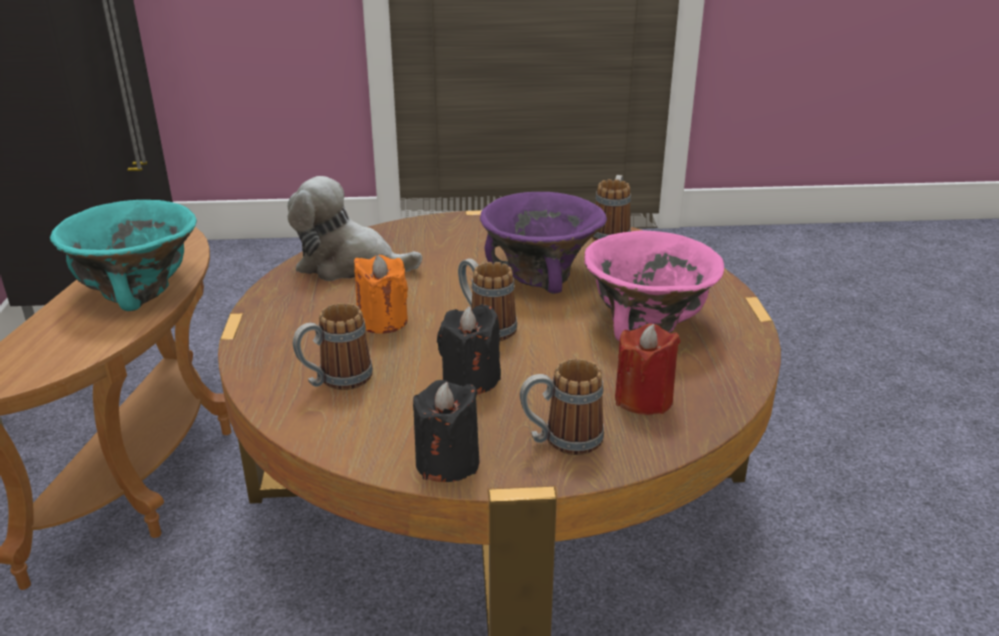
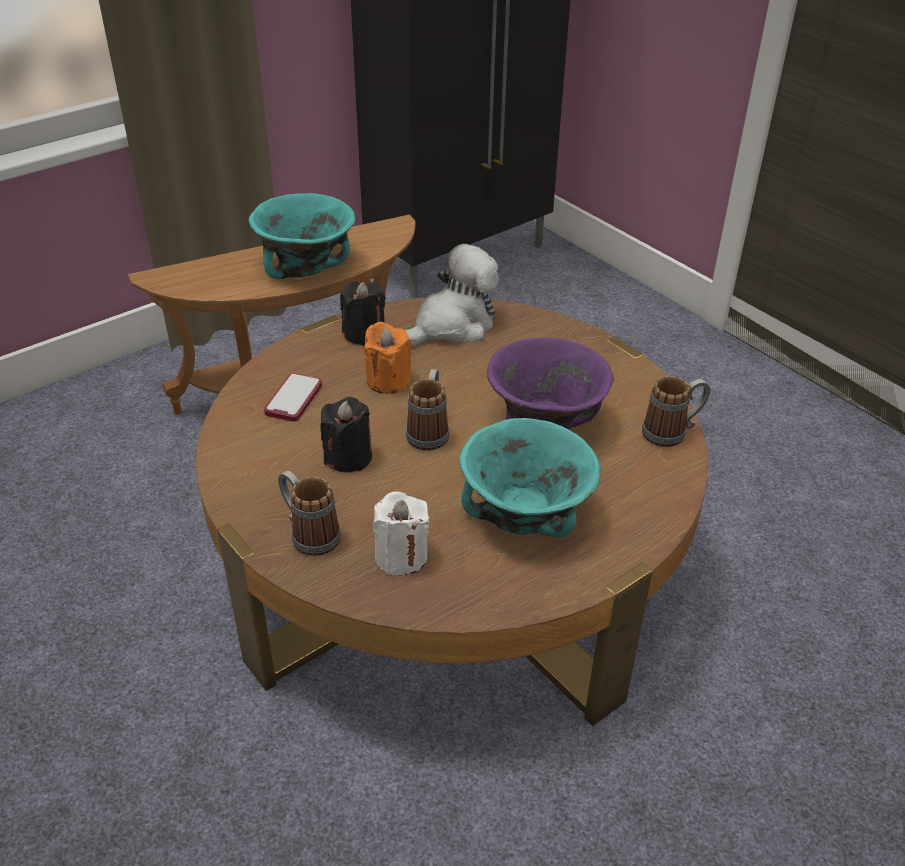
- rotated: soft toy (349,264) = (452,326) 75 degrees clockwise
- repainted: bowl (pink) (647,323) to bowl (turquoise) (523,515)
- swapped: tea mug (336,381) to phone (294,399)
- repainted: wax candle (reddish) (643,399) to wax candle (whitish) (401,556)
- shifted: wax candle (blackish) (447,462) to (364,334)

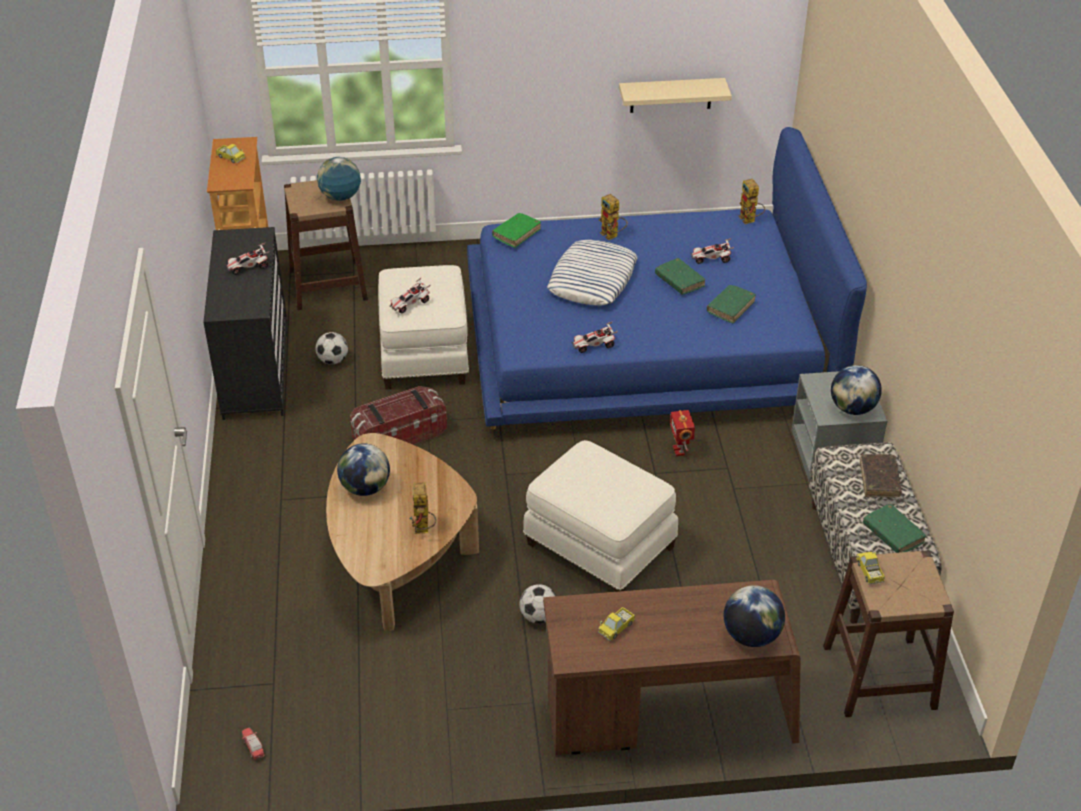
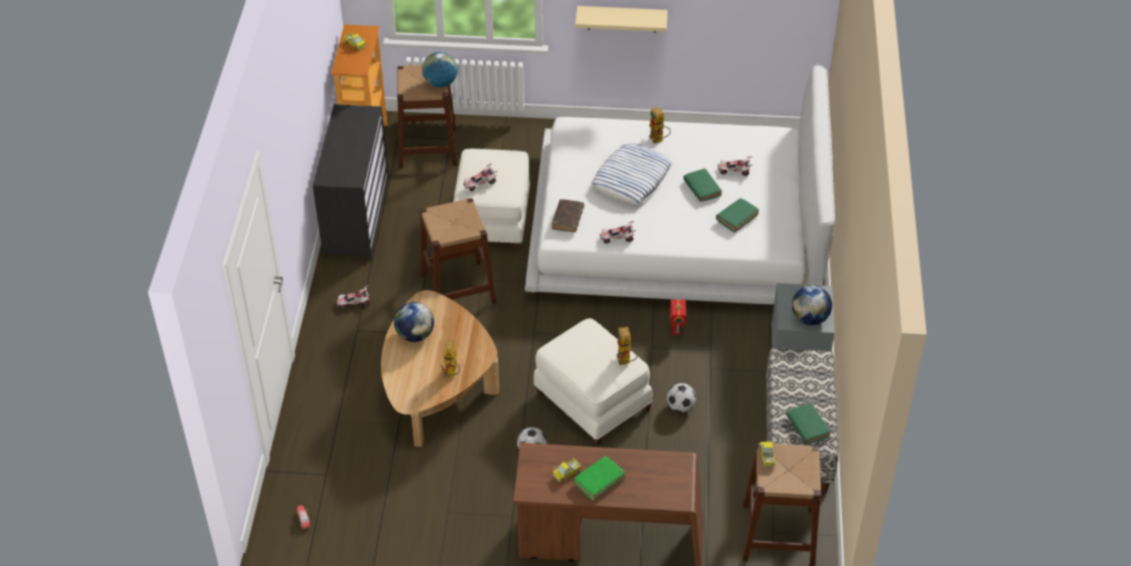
- shifted: shelf (beige-coloured) (671,95) to (622,19)
- repainted: sleeping bed (blue) (648,340) to sleeping bed (whitish) (677,230)
- shifted: model robot (750,220) to (625,361)
- shifted: book (green-coloured) (516,234) to (599,481)
- shifted: model car (249,267) to (354,303)
- shifted: ball for football (333,360) to (680,407)
- swapped: storage bin (399,435) to stool seat (brown) (457,288)
- shifted: book (brown) (879,480) to (567,219)
- gone: globe (751,636)

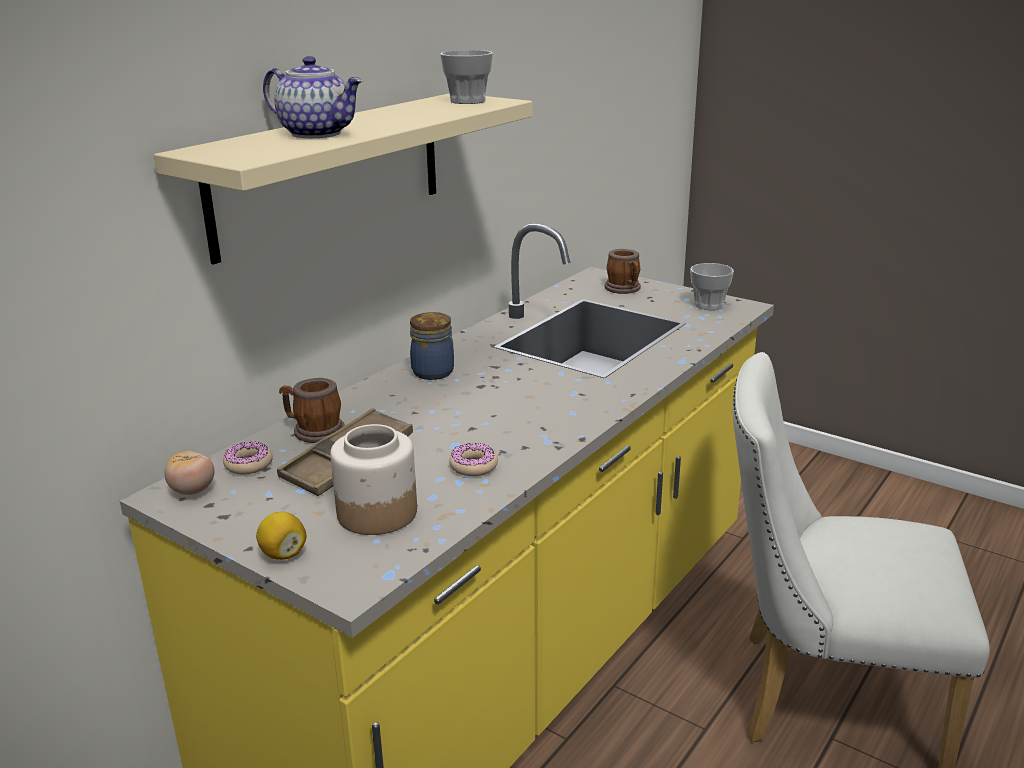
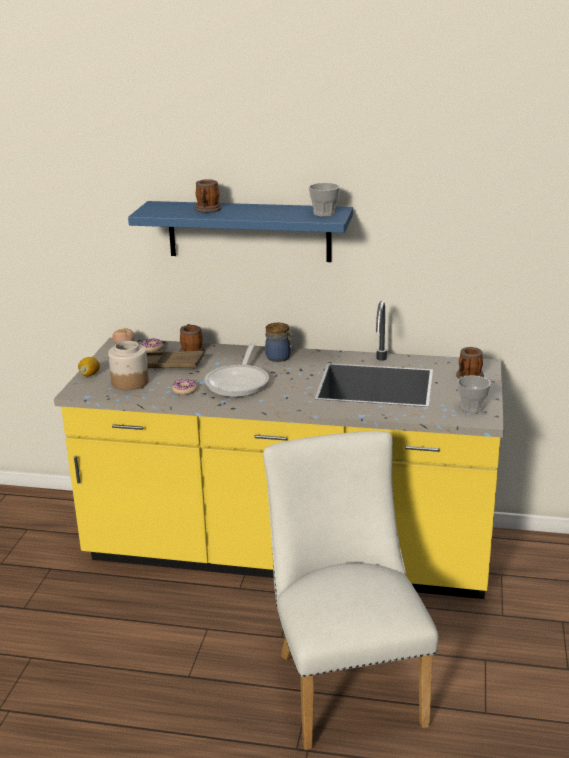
- swapped: teapot (318,133) to tea mug (207,210)
- repainted: shelf (beige-coloured) (330,172) to shelf (blue) (249,231)
- new: skillet (239,382)

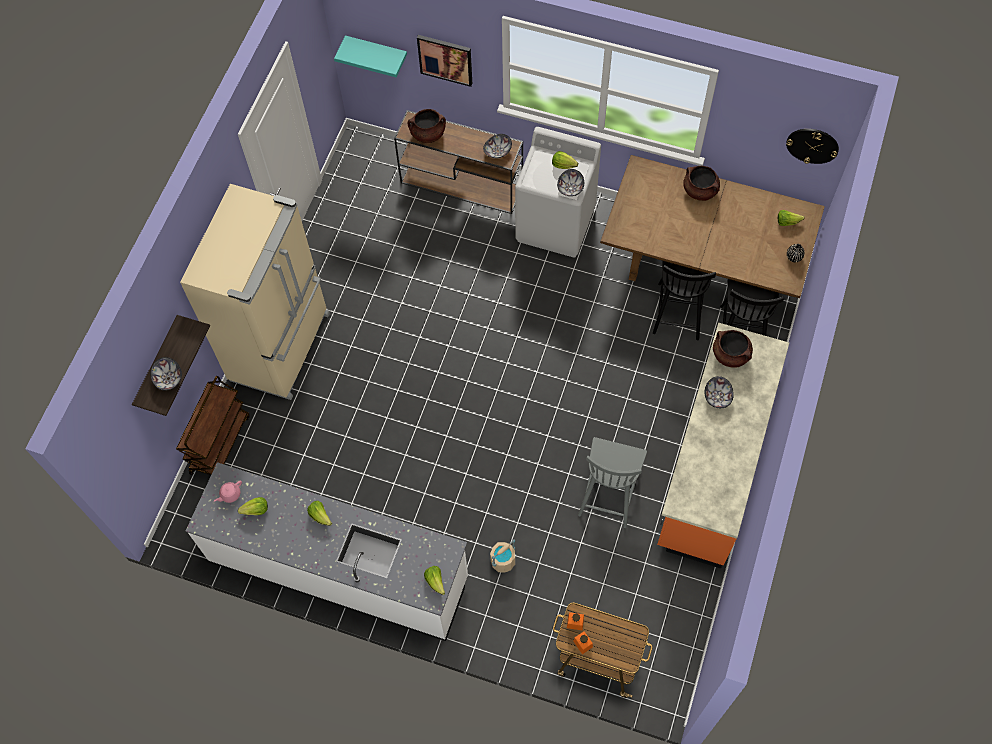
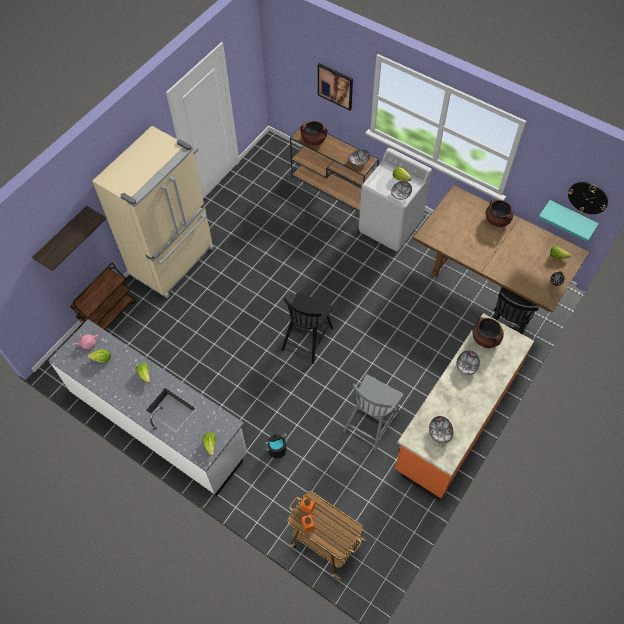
- shifted: shelf (turquoise) (377,51) to (571,217)
- shifted: plain chair (blackish) (678,310) to (307,338)
- shifted: bowl (168,378) to (439,433)
- repainted: water bucket (beige-coloured) (503,561) to water bucket (blackish) (277,450)

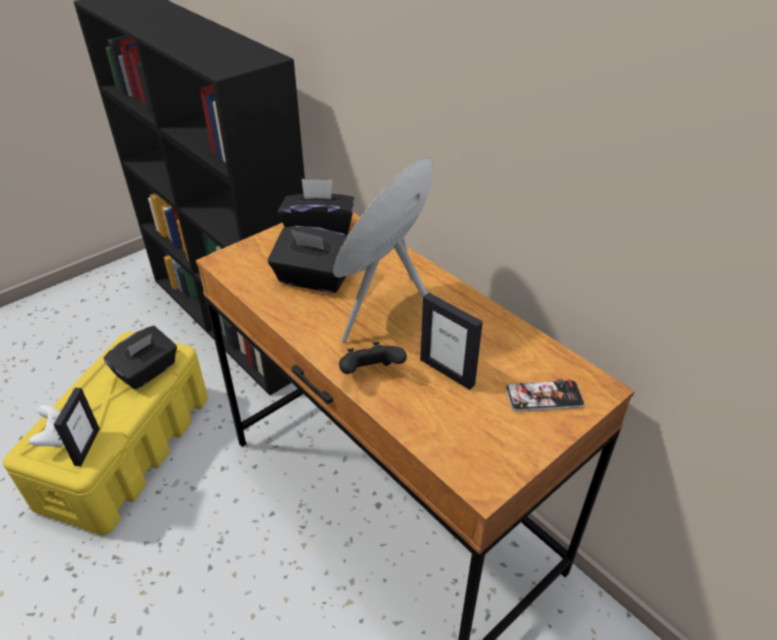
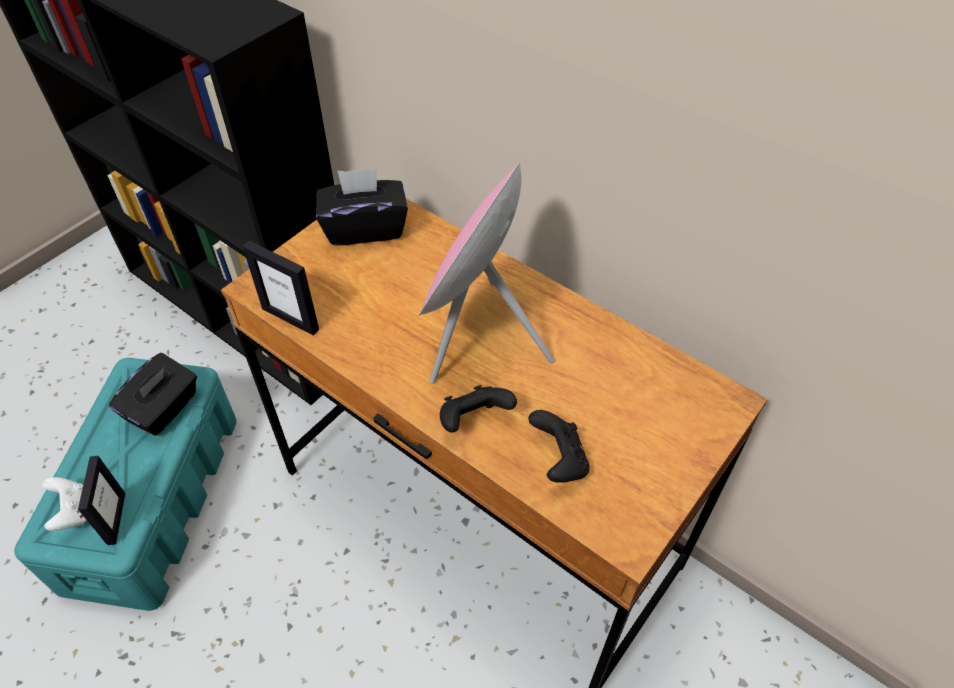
- gone: tissue box (blackish) (314,279)
- shifted: photo frame (447,372) to (291,318)
- repainted: storage bin (yellow-coloured) (128,448) to storage bin (turquoise) (154,498)
- gone: phone (544,397)
- new: joypad (blackish) (559,461)

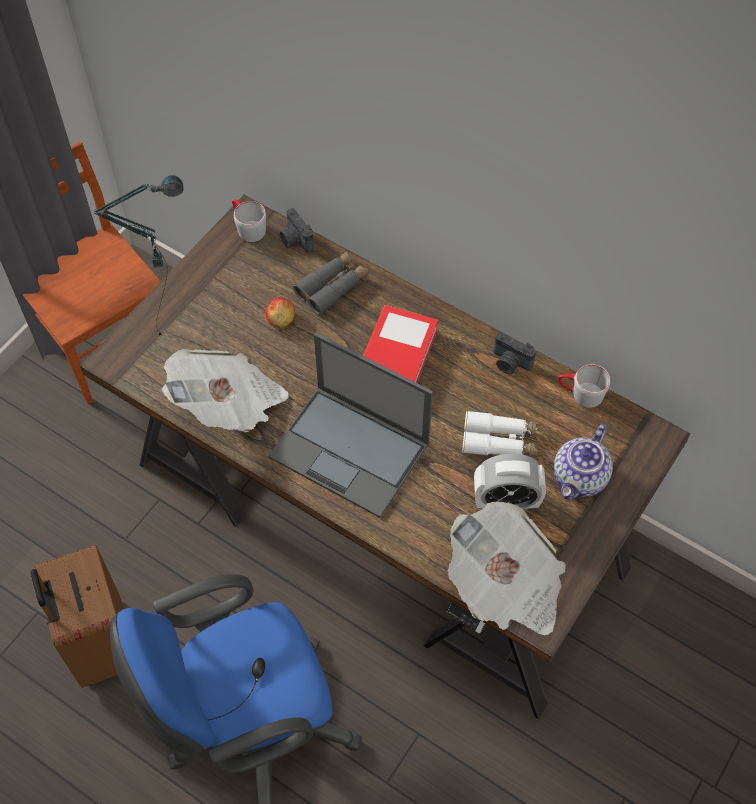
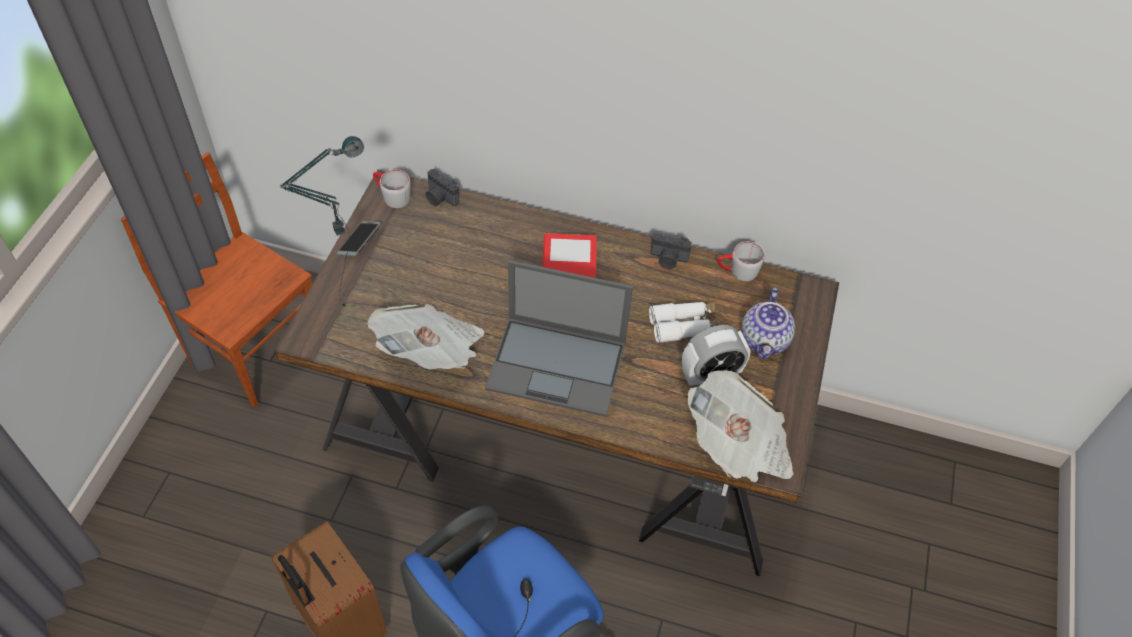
- gone: binoculars (greyish) (332,287)
- gone: apple (281,319)
- new: phone (359,242)

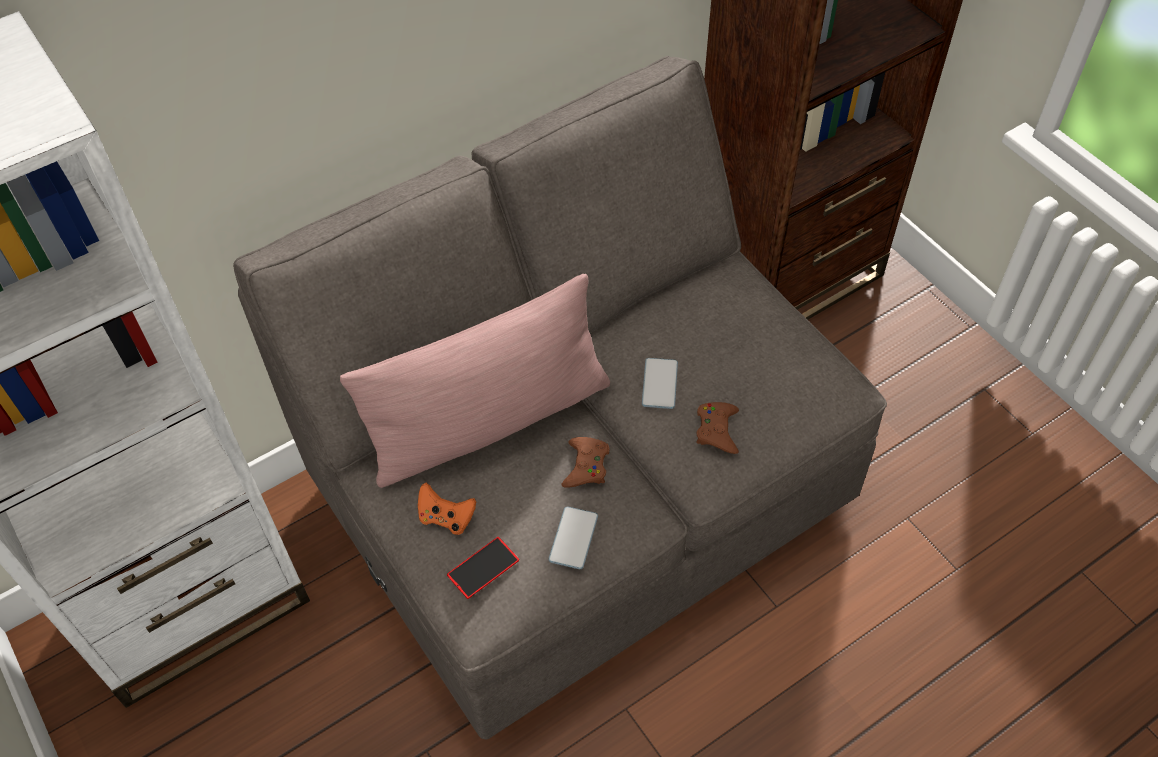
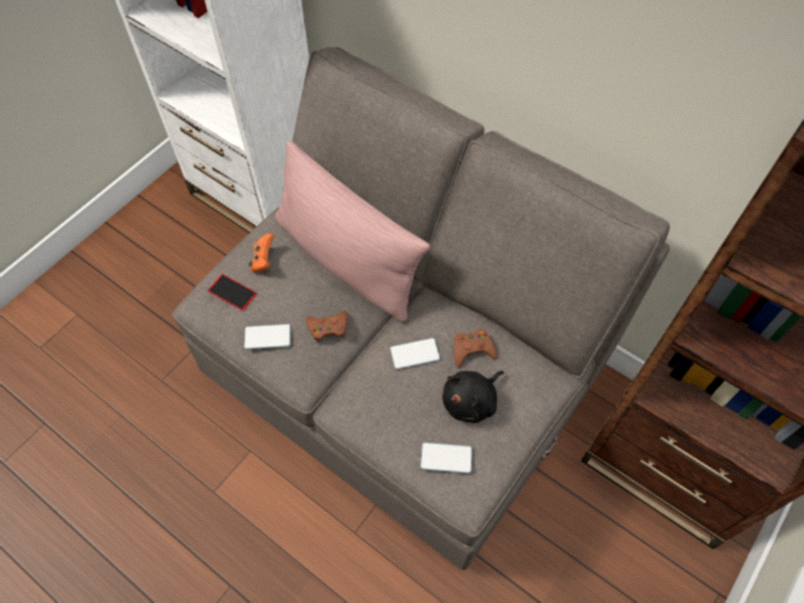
- shifted: joypad (brown) (717,430) to (472,350)
- new: soft toy (blackish) (471,401)
- new: phone (446,458)

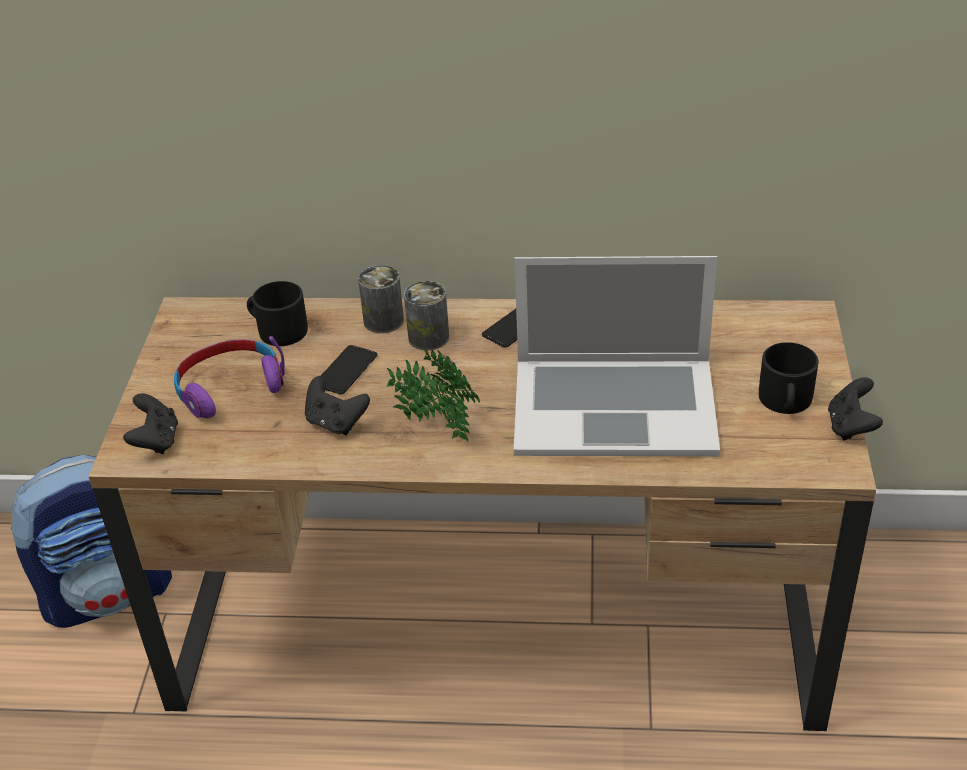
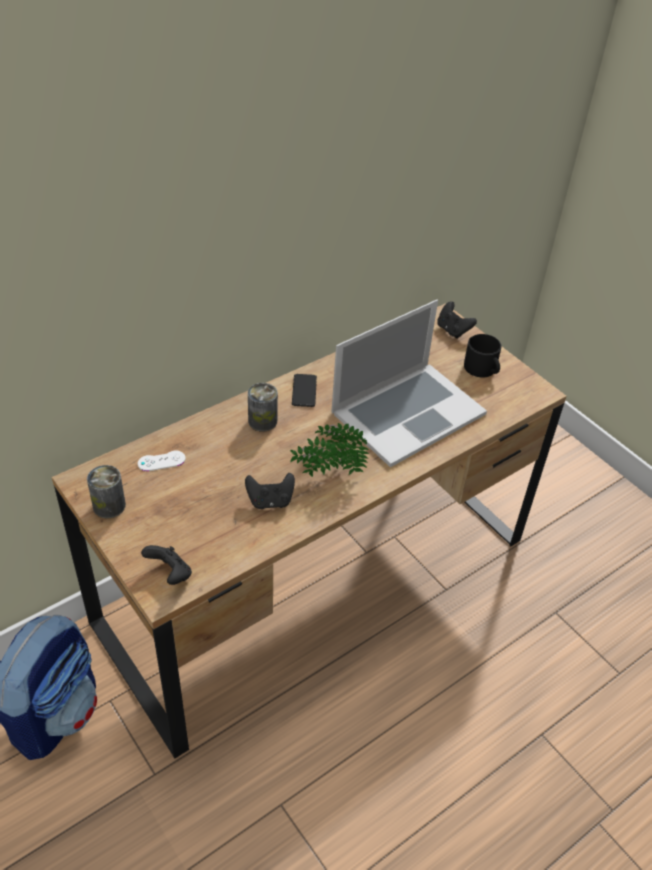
- shifted: metal can (383,321) to (109,506)
- swapped: tea mug (blackish) (277,329) to joypad (whitish) (161,461)
- gone: headphones (purplish) (230,387)
- gone: phone (346,370)
- shifted: joypad (blackish) (851,426) to (452,330)

